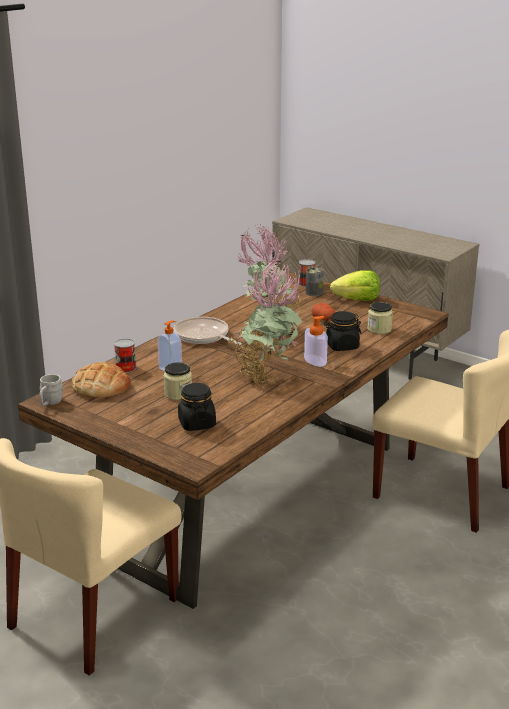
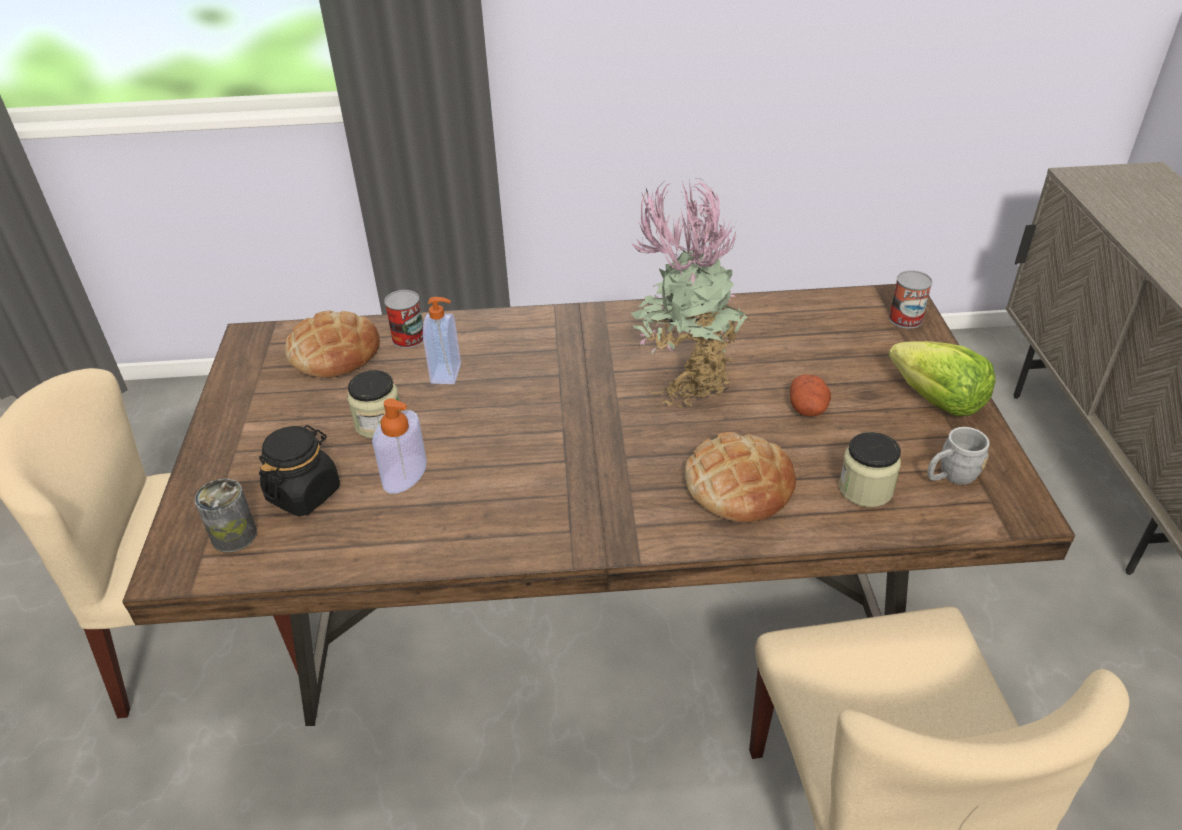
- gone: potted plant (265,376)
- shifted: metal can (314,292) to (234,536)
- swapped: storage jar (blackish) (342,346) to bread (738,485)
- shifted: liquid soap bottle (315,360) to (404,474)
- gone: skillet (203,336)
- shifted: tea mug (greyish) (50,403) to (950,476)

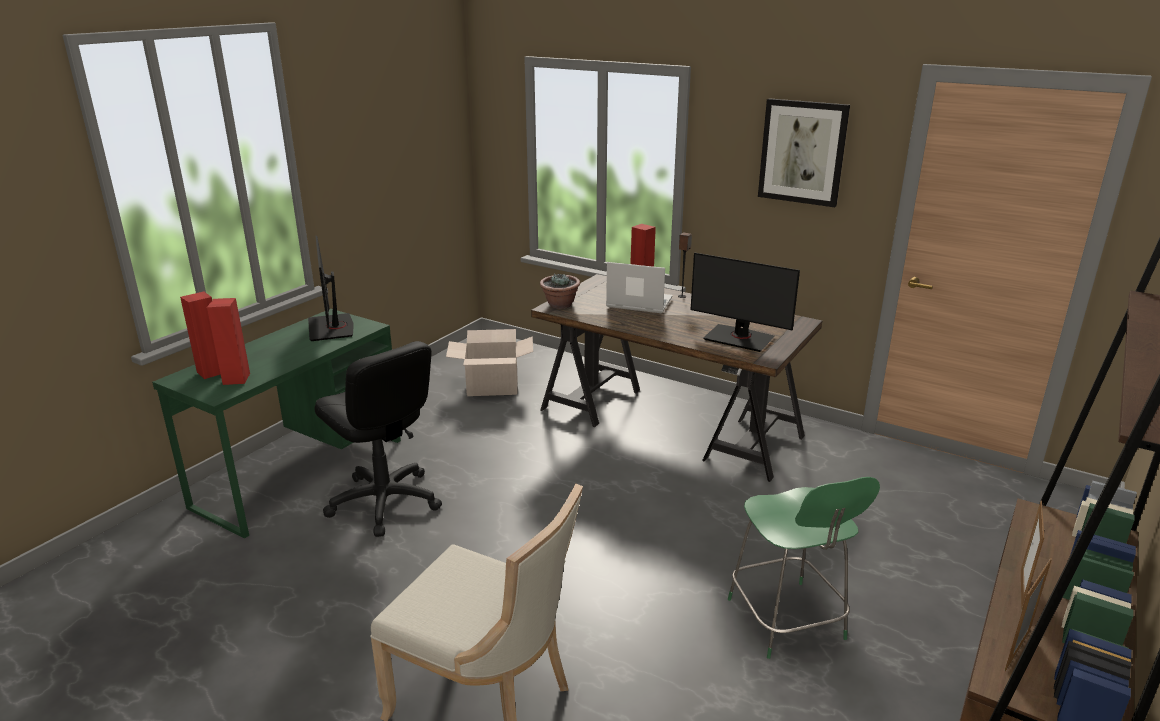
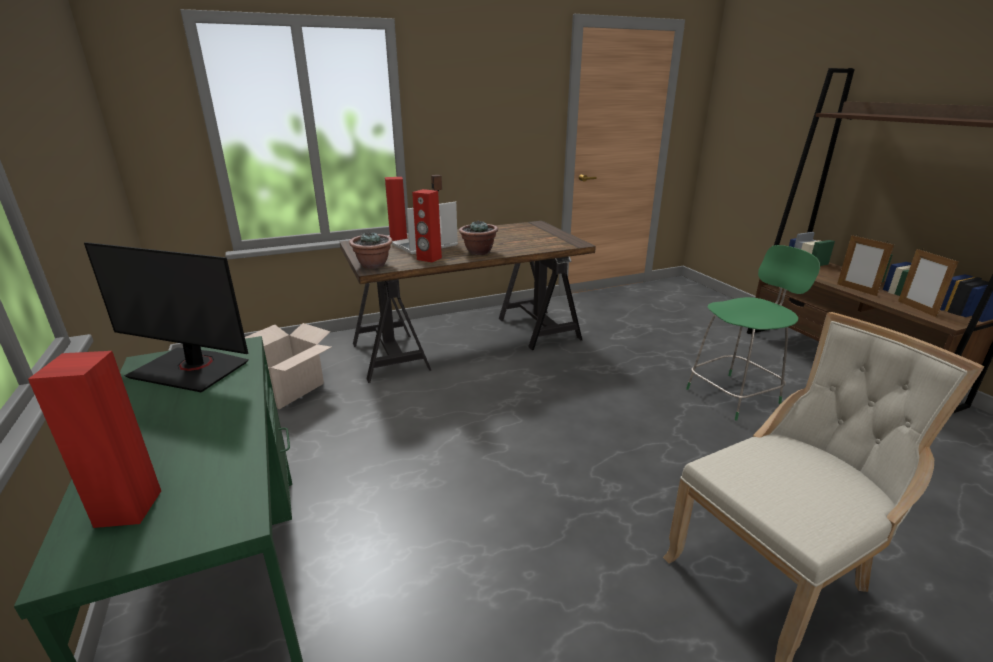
- gone: wall picture (802,152)
- gone: computer display (739,338)
- shifted: audio speaker (reddish) (236,379) to (429,259)
- gone: computer chair (blackish) (384,502)
- rotated: plain chair (green-coloured) (787,622) = (735,395) 45 degrees counterclockwise
- new: potted plant (478,252)

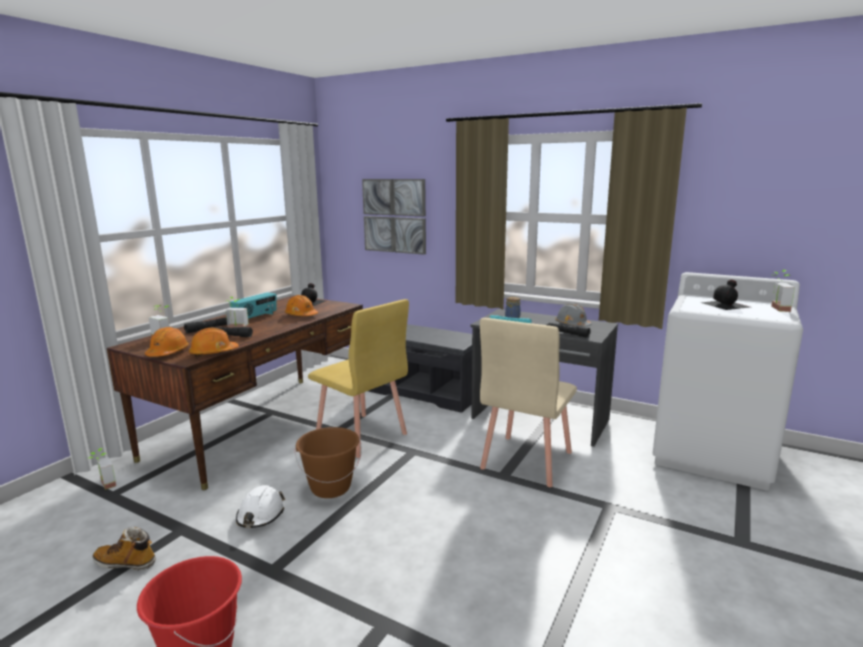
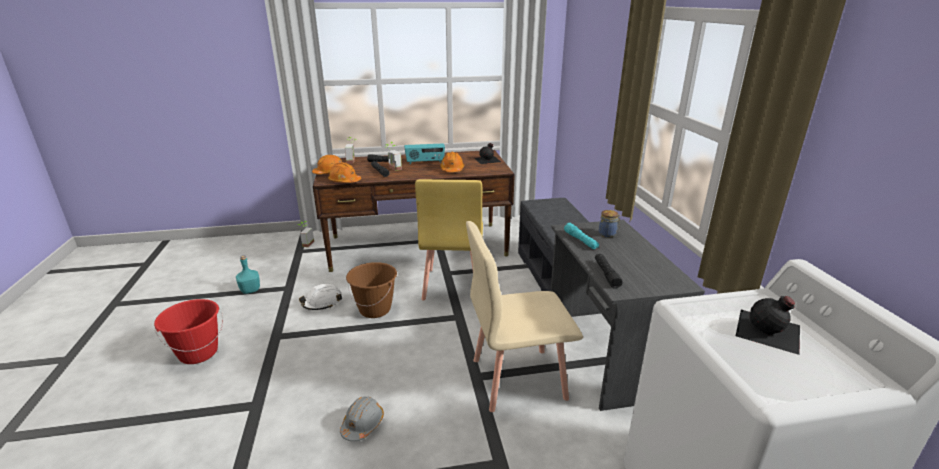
- gone: wall picture (394,216)
- gone: potted plant (775,308)
- shifted: hard hat (greyish) (572,325) to (362,424)
- swapped: high-top boot (126,563) to drink bottle (turquoise) (250,290)

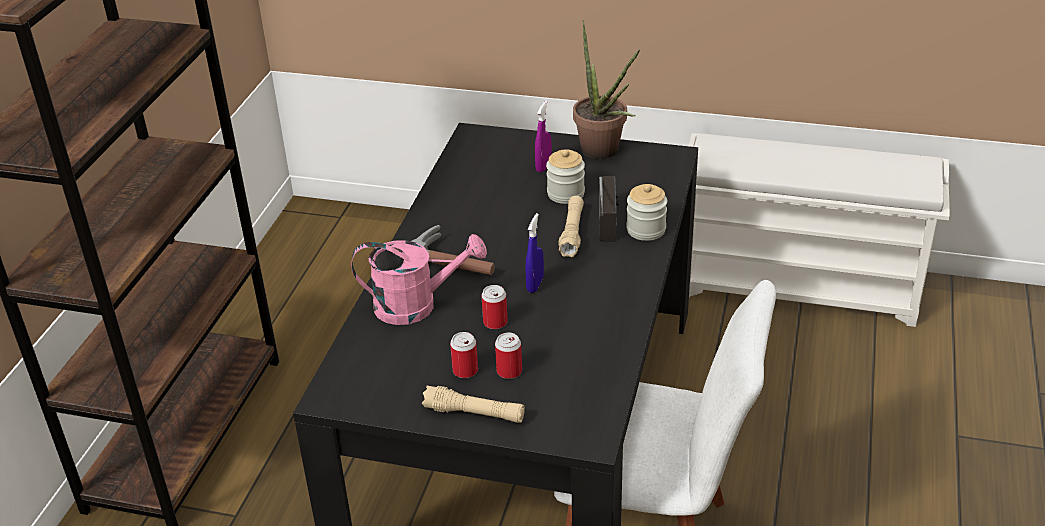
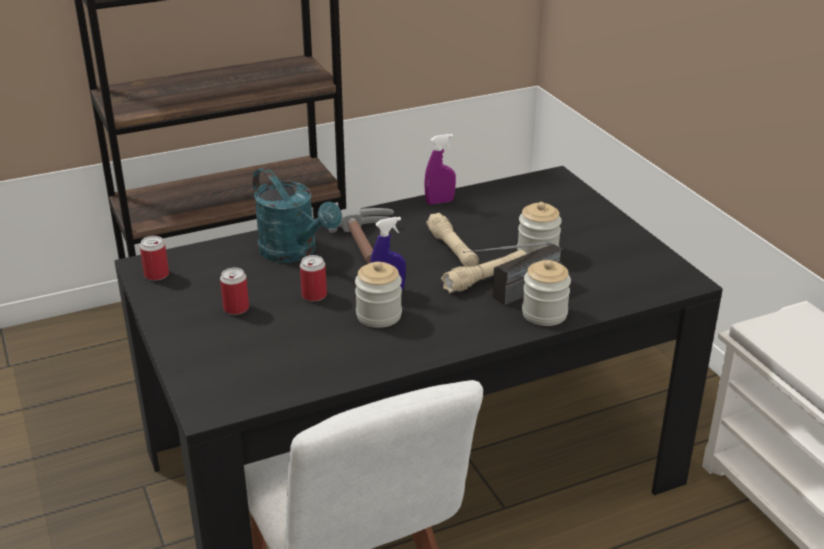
- gone: potted plant (604,153)
- shifted: sprayer (purplish) (543,166) to (439,202)
- repainted: watering can (pink) (417,305) to watering can (turquoise) (294,252)
- shifted: metal can (509,371) to (156,275)
- shifted: hand torch (beige-coloured) (474,413) to (452,249)
- new: storage jar (379,315)

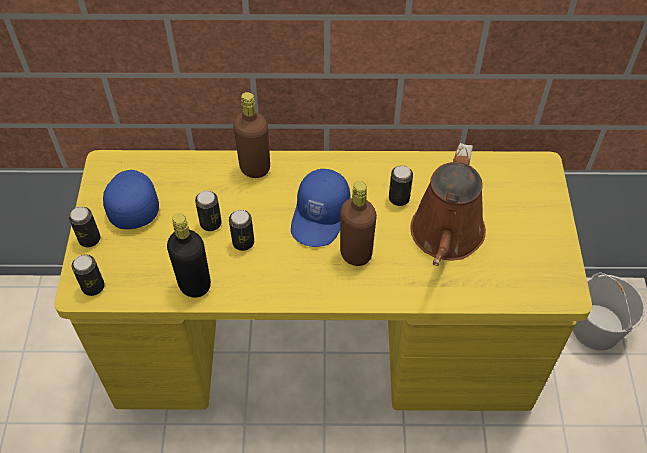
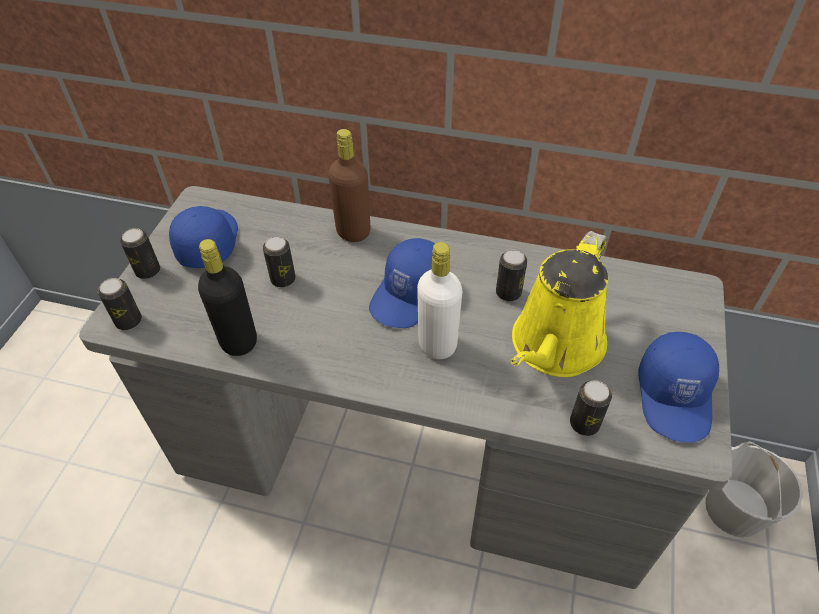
- repainted: watering can (brown) (446,237) to watering can (yellow-coloured) (554,347)
- repainted: desk unit (yellow-coloured) (323,350) to desk unit (greyish) (411,461)
- repainted: drink bottle (brown) (356,254) to drink bottle (whitish) (437,345)
- shifted: metal can (243,242) to (584,423)
- new: baseball cap (blue) (675,397)

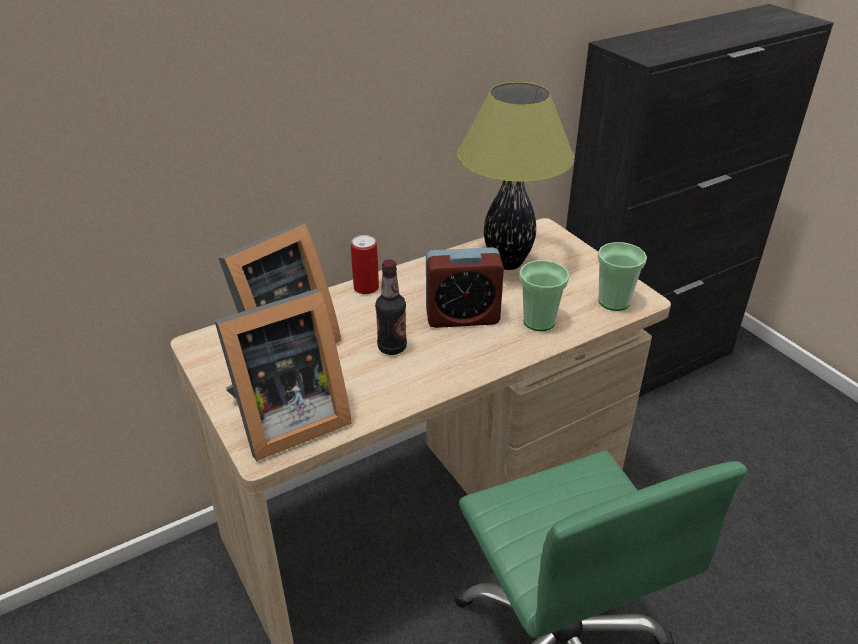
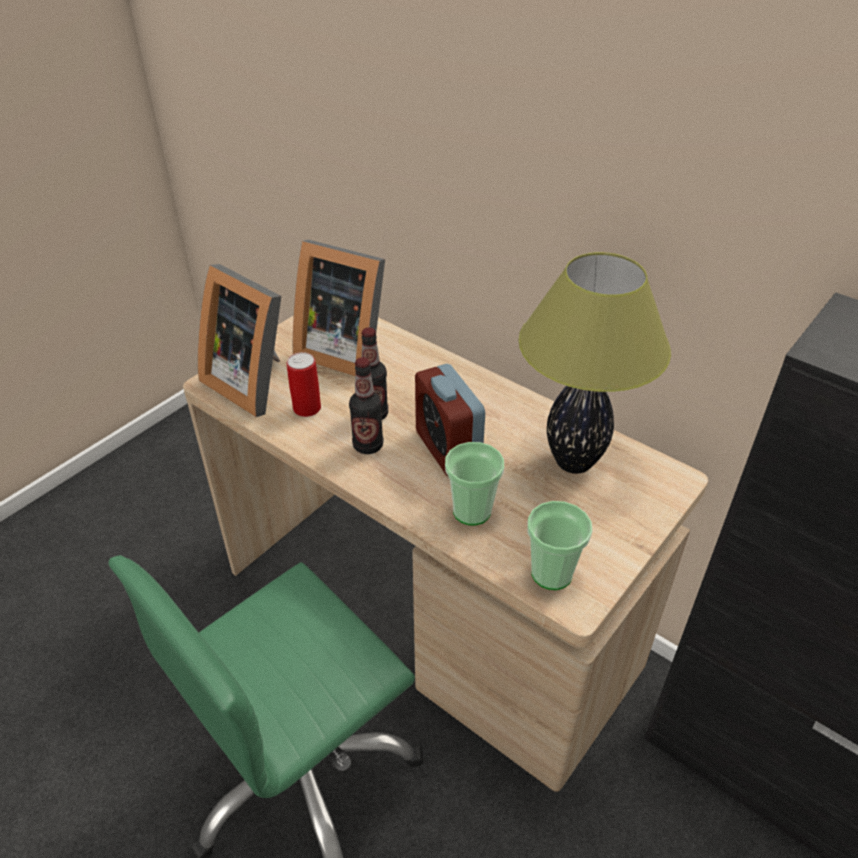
- shifted: metal can (366,287) to (307,408)
- new: drink bottle (368,445)

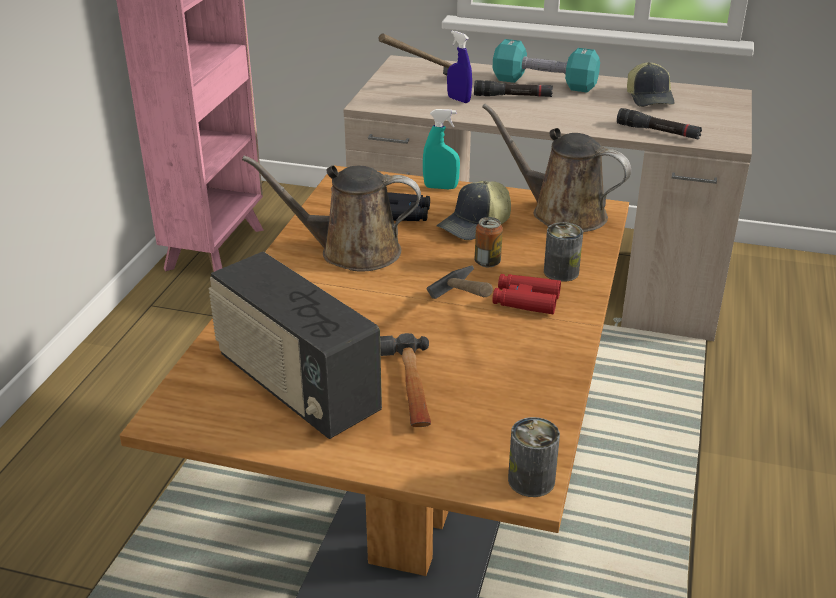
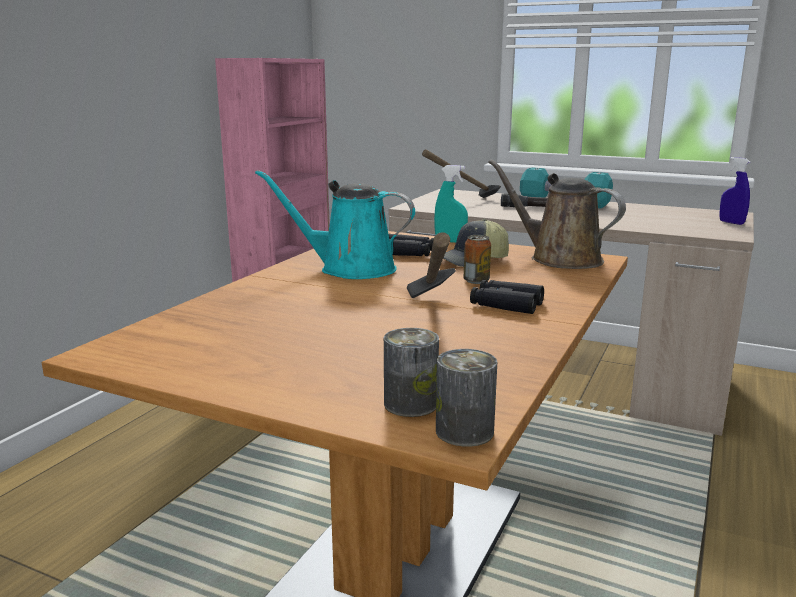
- shifted: sprayer (blue) (458,100) to (731,222)
- gone: baseball cap (650,98)
- gone: hand torch (blackish) (658,132)
- repainted: watering can (brown) (352,251) to watering can (turquoise) (350,269)
- shifted: metal can (561,272) to (410,404)
- gone: radio set (295,387)
- repainted: binoculars (reddish) (525,301) to binoculars (blackish) (506,304)
- gone: hand hammer (410,387)

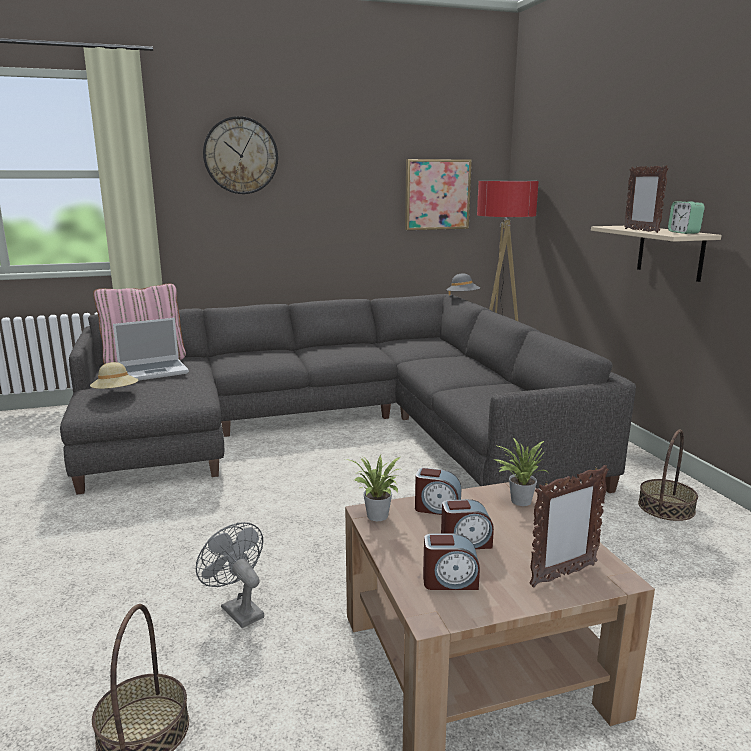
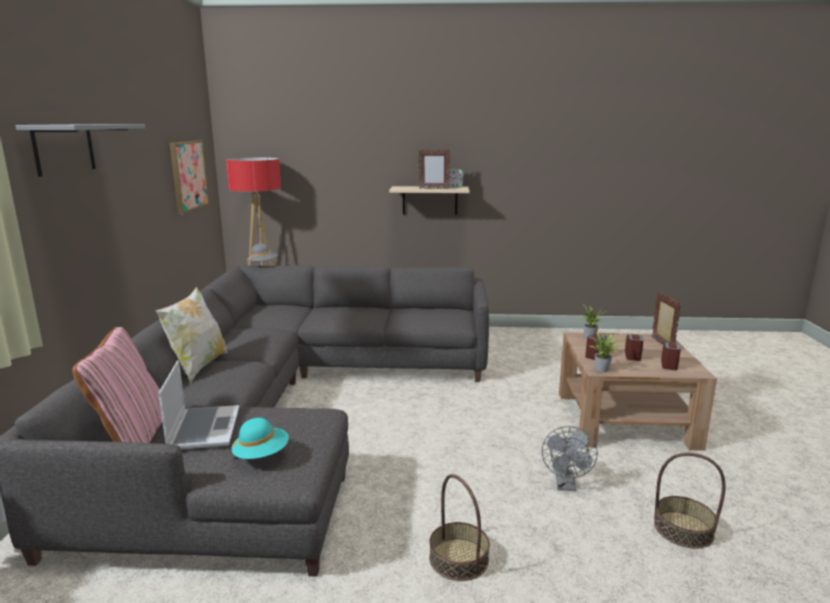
- swapped: hanging clock (240,156) to shelf (greyish) (64,148)
- repainted: clothing hat (beige-coloured) (116,393) to clothing hat (turquoise) (261,455)
- shifted: basket (666,507) to (458,559)
- rotated: fan (greyish) (238,609) = (566,485) 60 degrees counterclockwise
- new: throw pillow (198,366)

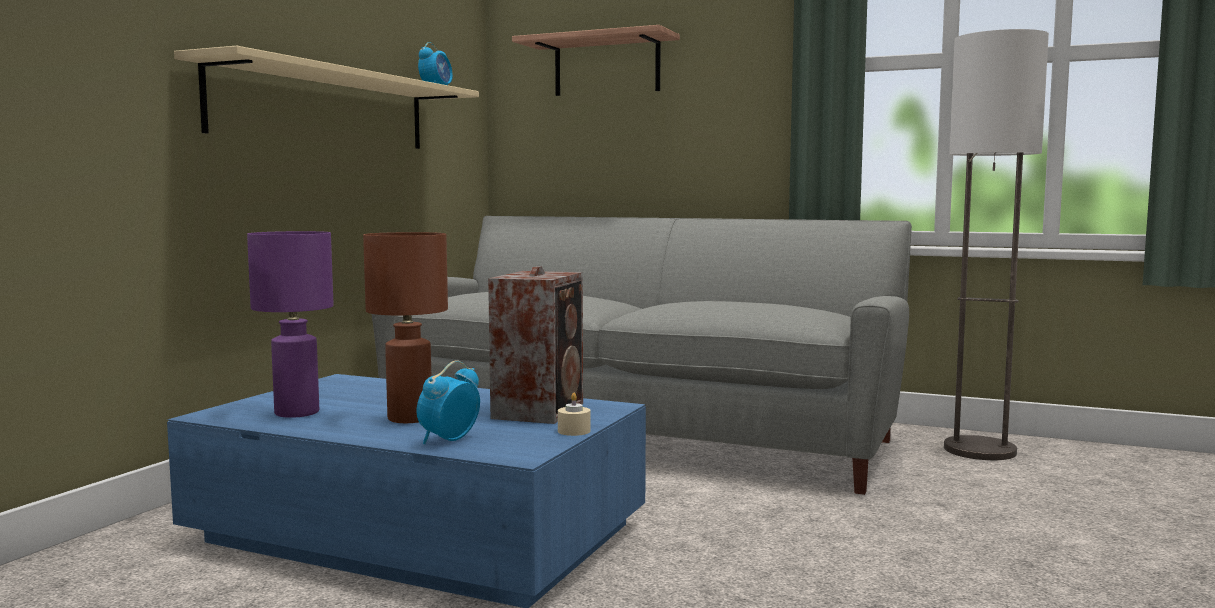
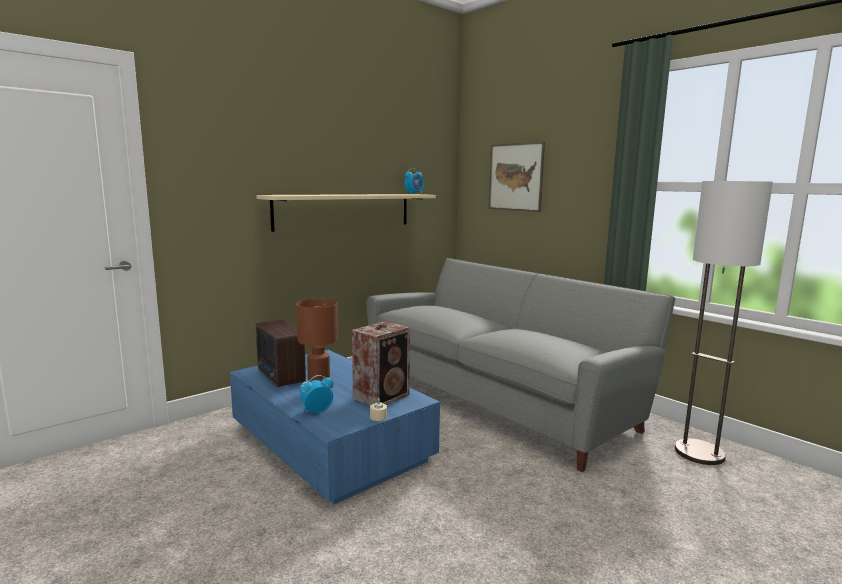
- swapped: shelf (607,66) to wall picture (515,177)
- swapped: tabletop lamp (purplish) (298,413) to radio set (280,377)

